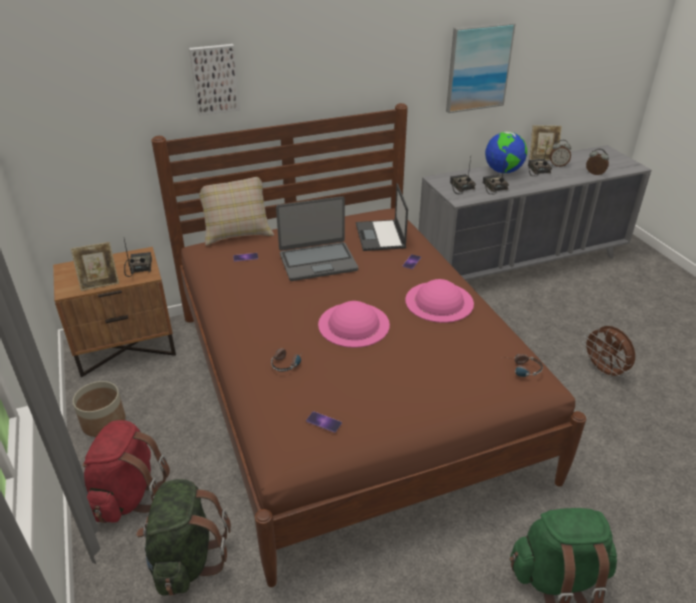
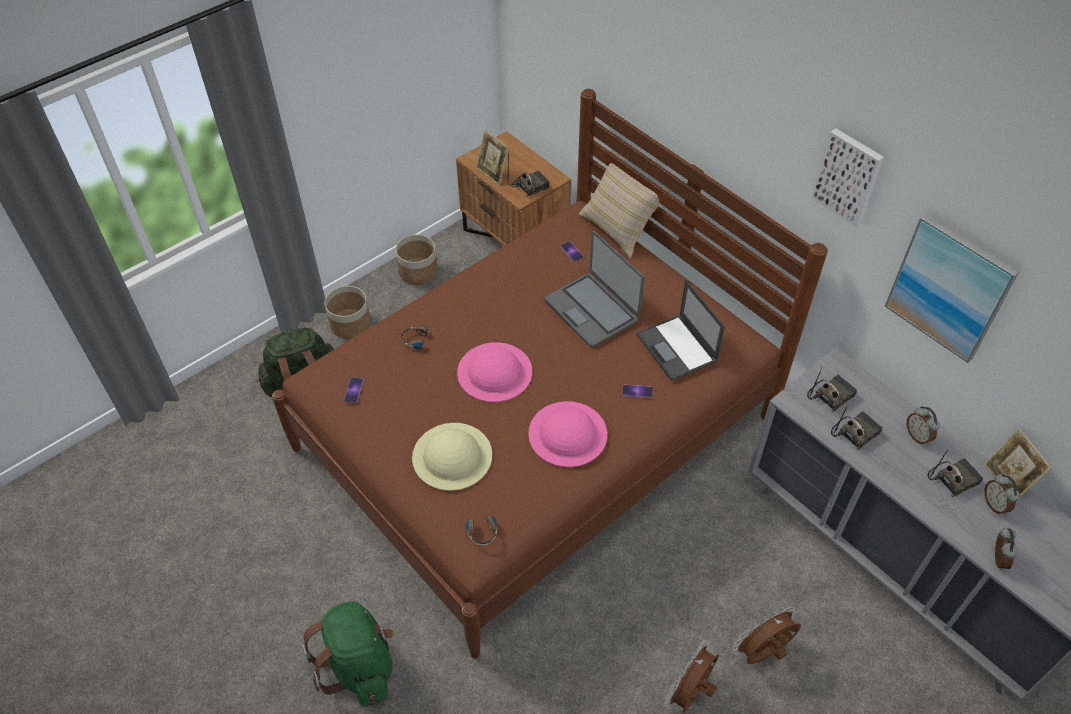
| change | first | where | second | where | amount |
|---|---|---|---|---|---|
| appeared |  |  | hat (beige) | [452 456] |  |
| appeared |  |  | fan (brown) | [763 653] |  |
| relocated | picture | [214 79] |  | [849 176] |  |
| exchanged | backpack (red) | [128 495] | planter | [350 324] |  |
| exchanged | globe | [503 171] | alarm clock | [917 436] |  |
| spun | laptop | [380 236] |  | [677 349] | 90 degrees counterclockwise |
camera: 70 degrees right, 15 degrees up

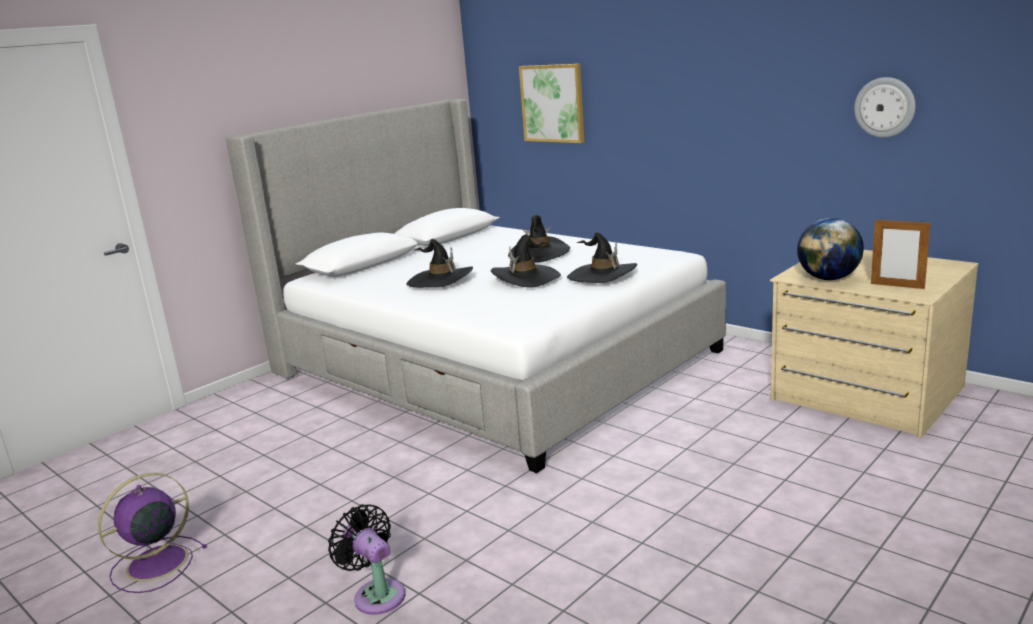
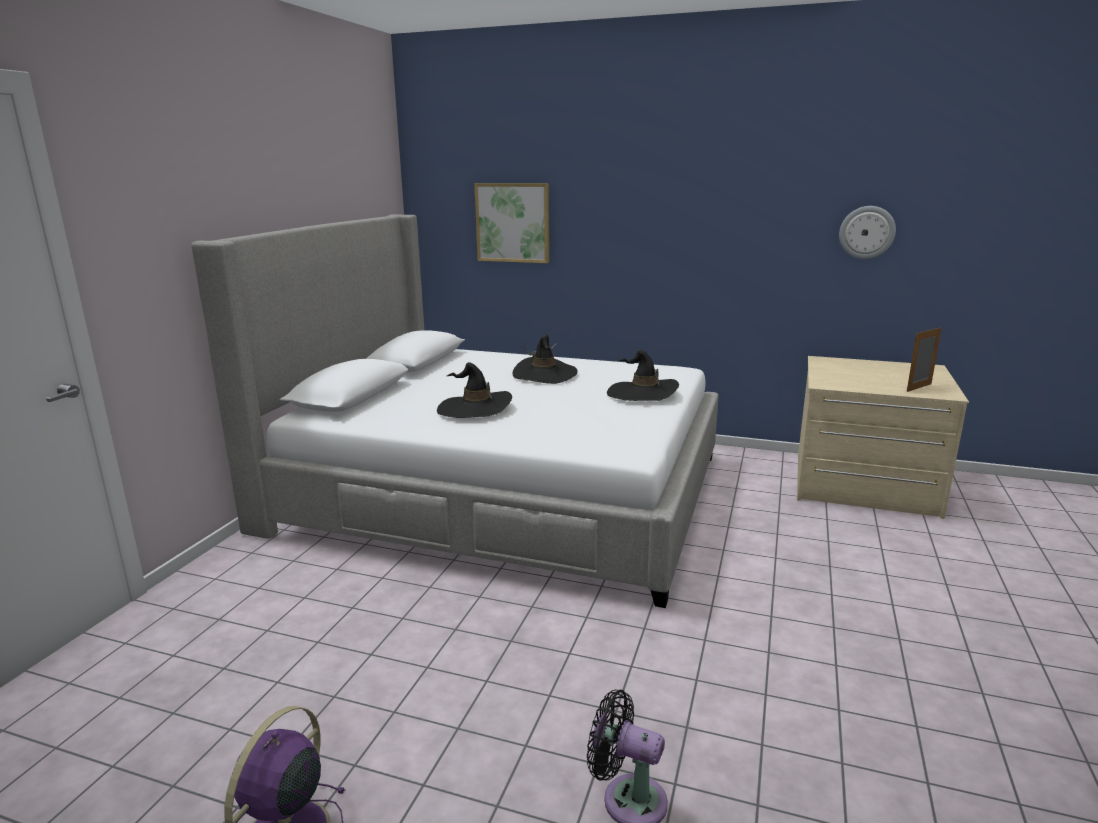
| change | first | where | second | where | amount |
|---|---|---|---|---|---|
| missing | hat (black) | [526 278] |  |  |  |
| missing | globe | [828 278] |  |  |  |
| spun | picture frame | [897 286] |  | [919 387] | 135 degrees clockwise |
camera: 25 degrees left, 0 degrees up

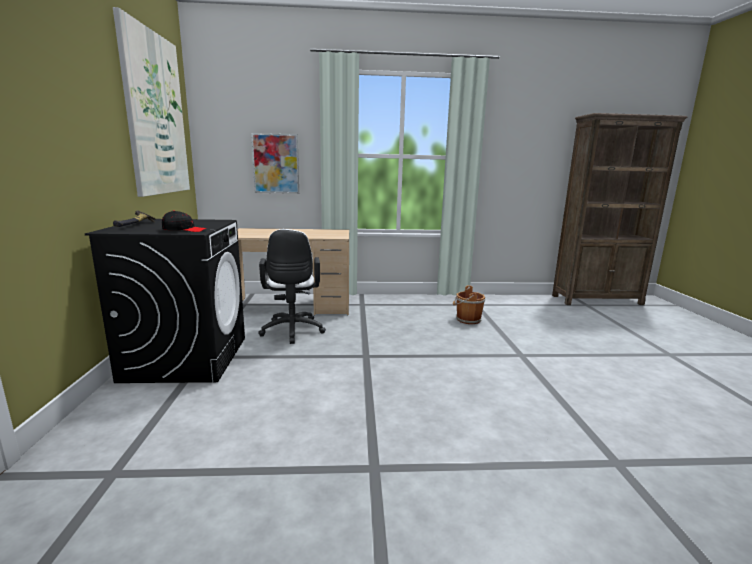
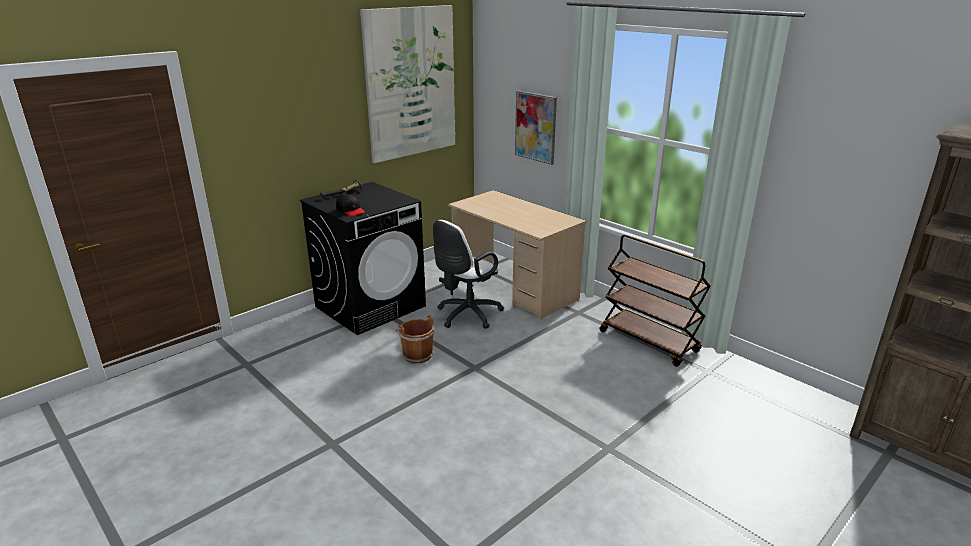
| change | first | where | second | where | amount |
|---|---|---|---|---|---|
| appeared |  |  | cart (brown) | [649 342] |  |
| relocated | bucket (brown) | [467 320] |  | [416 354] |  |
camera: 50 degrees right, 10 degrees up

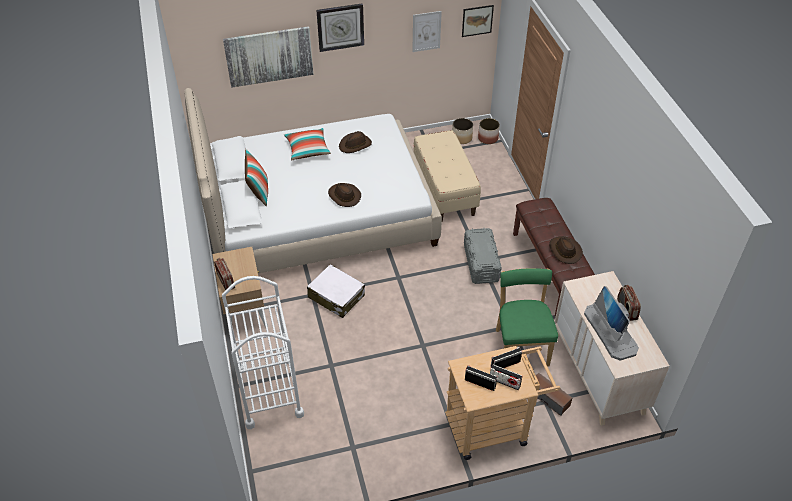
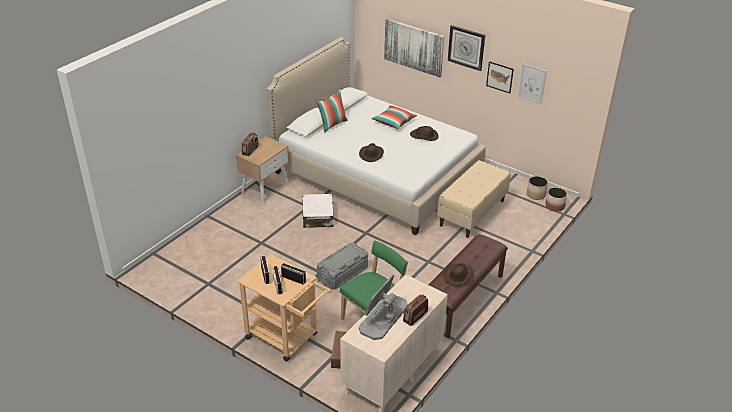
| change | first | where | second | where | amount |
|---|---|---|---|---|---|
| missing | cart (white) | [269 392] |  |  |  |
| relocated | picture | [477 20] |  | [500 77] |  |
| relocated | storage box (grey) | [481 263] |  | [342 273] |  |
camera: 50 degrees right, 10 degrees down

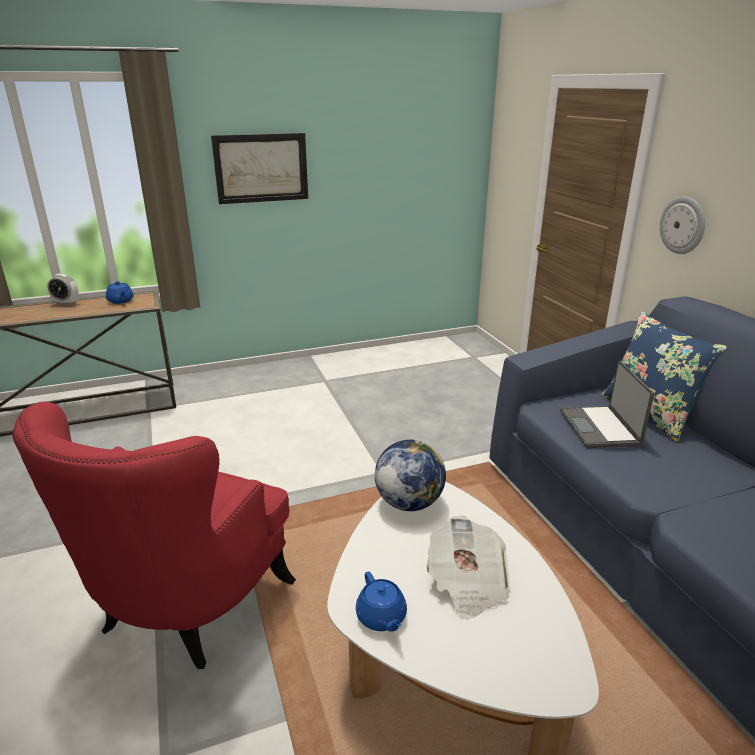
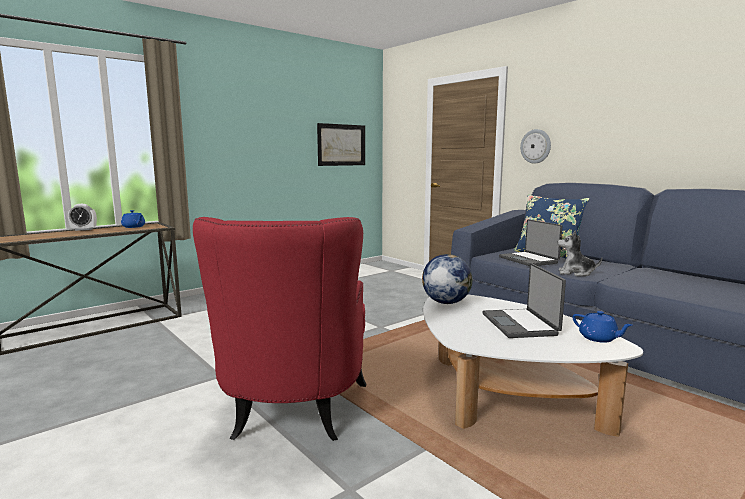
| change | first | where | second | where | amount |
|---|---|---|---|---|---|
| appeared |  |  | plush toy | [575 273] |  |
| relocated | picture | [261 168] |  | [341 145] |  |
| relocated | teapot (blue) | [381 617] |  | [599 338] |  |
| exchanged | newspaper | [466 584] | laptop | [521 324] |  |
camera: 20 degrees left, 15 degrees down

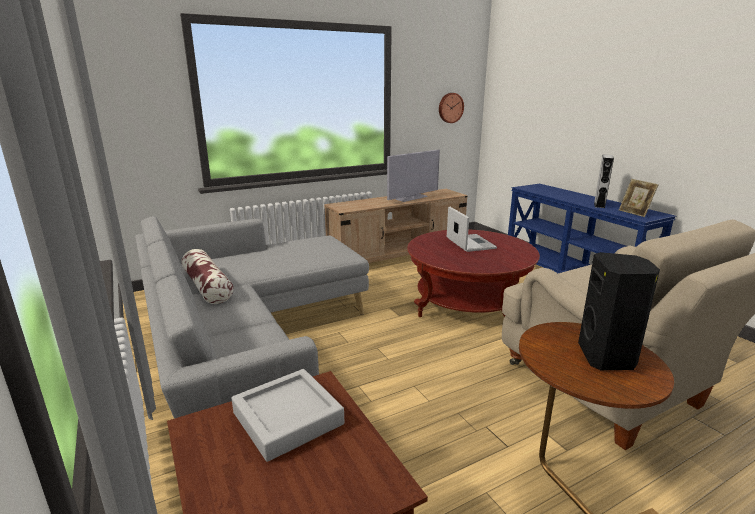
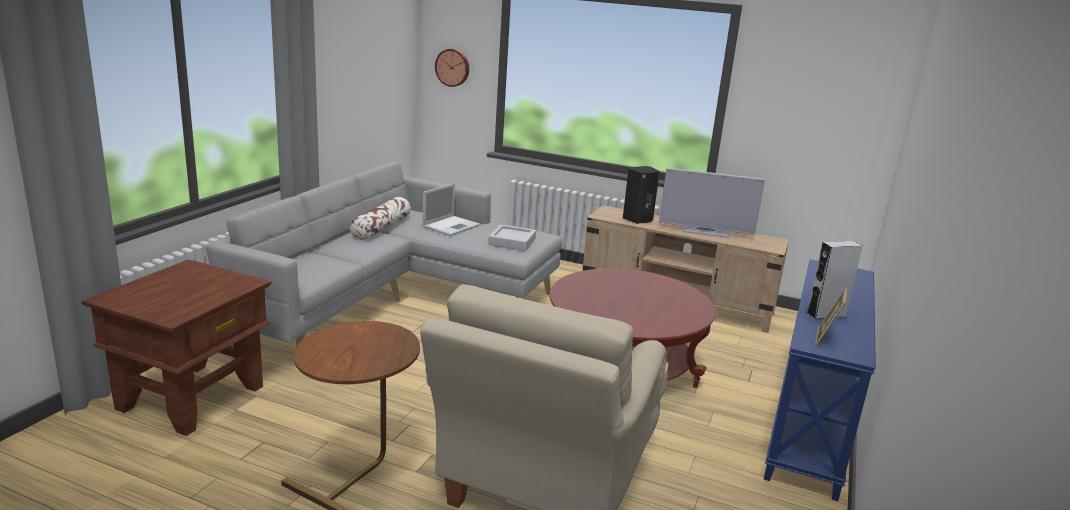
| change | first | where | second | where | amount |
|---|---|---|---|---|---|
| relocated | tray (grey) | [288 418] |  | [512 241] |  |
| relocated | wall clock | [450 108] |  | [453 67] |  |
| relocated | laptop | [470 243] |  | [451 226] |  |
| relocated | speaker (black) | [607 357] |  | [638 220] |  |
camera: 50 degrees right, 0 degrees up

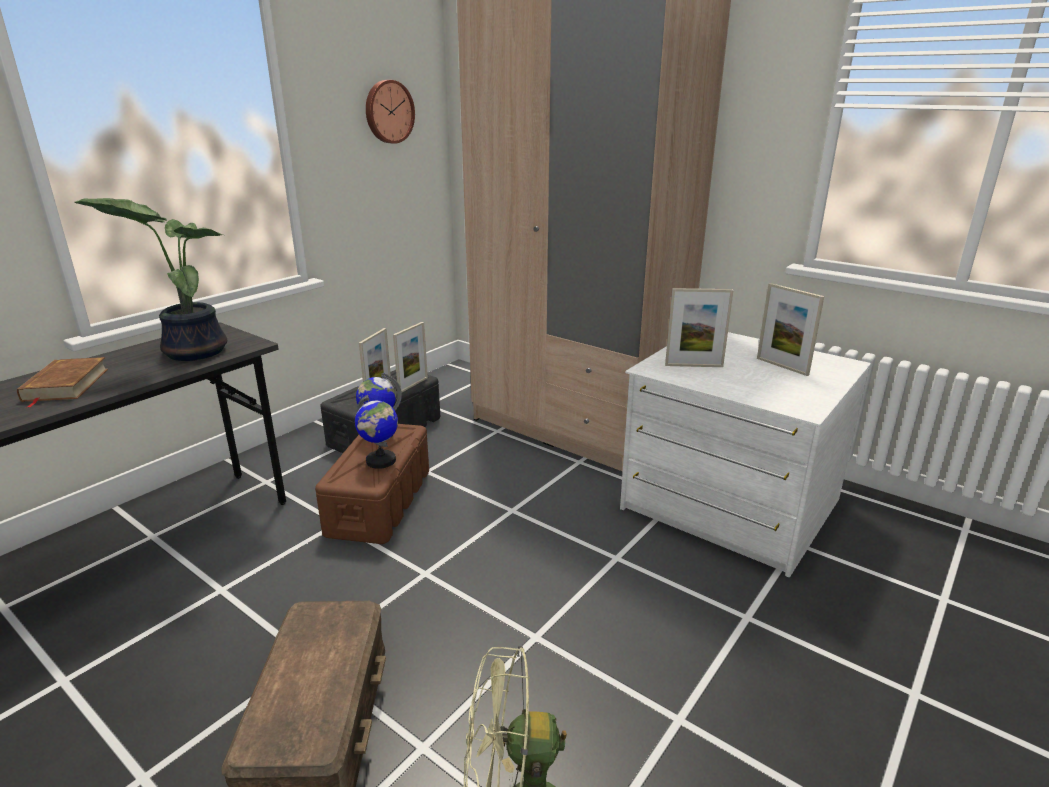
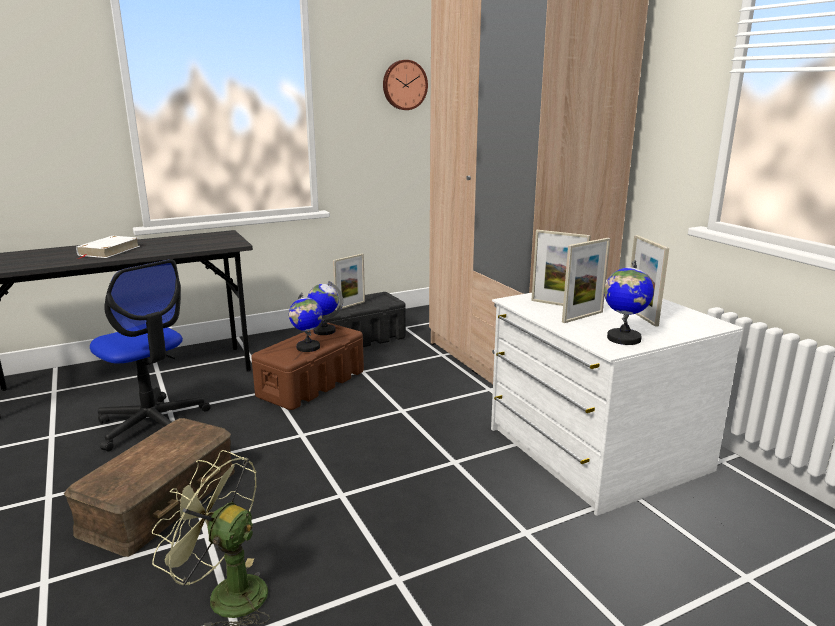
| change | first | where | second | where | amount |
|---|---|---|---|---|---|
| missing | potted plant | [192 351] |  |  |  |
| appeared |  |  | office chair | [152 424] |  |
| appeared |  |  | globe | [623 338] |  |
| relocated | picture frame | [413 385] |  | [582 317] |  |
| colour | book (brown) | [65 385] | book (white) | [109 251] |  |
camera: 25 degrees right, 5 degrees down

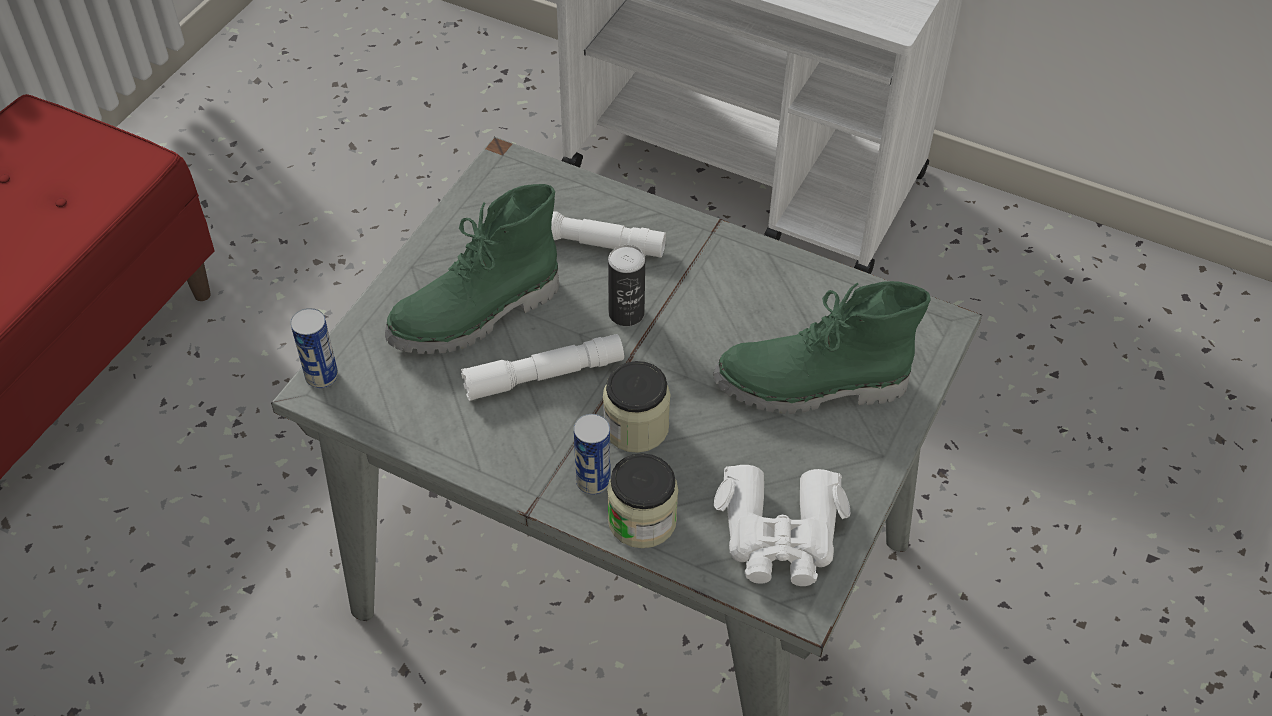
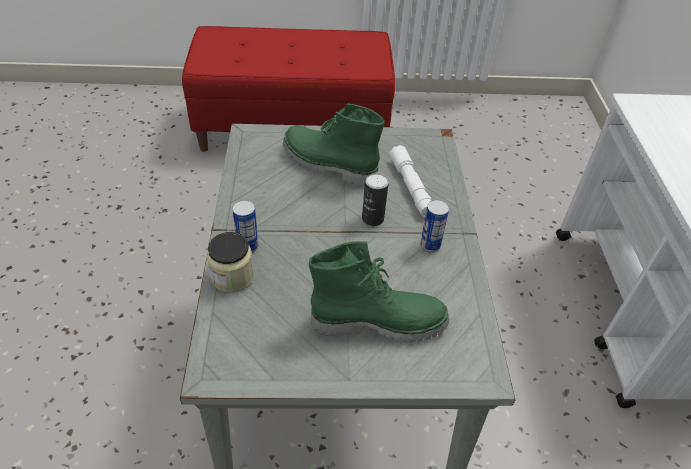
| change | first | where | second | where | amount |
|---|---|---|---|---|---|
| missing | flashlight (white) | [544 375] |  |  |  |
| missing | jar | [636 427] |  |  |  |
| missing | binoculars (white) | [780 535] |  |  |  |
| relocated | can | [321 376] |  | [430 245] |  |
| spun | boot (green) | [811 388] |  | [378 321] | 120 degrees clockwise |
camera: 60 degrees right, 5 degrees down

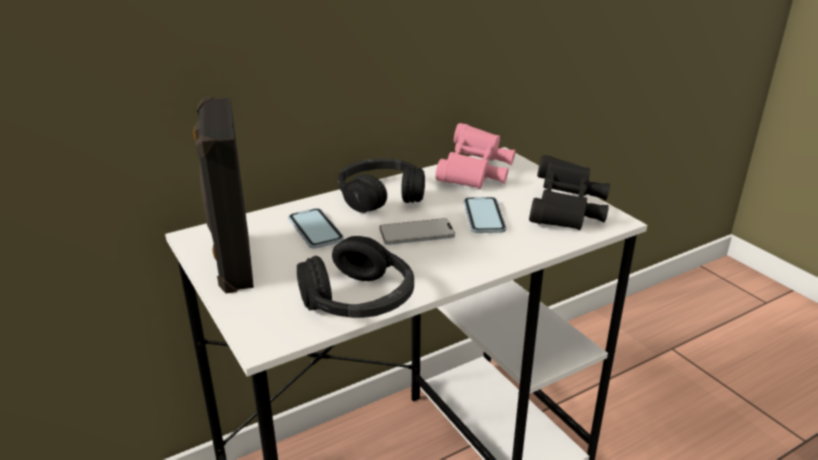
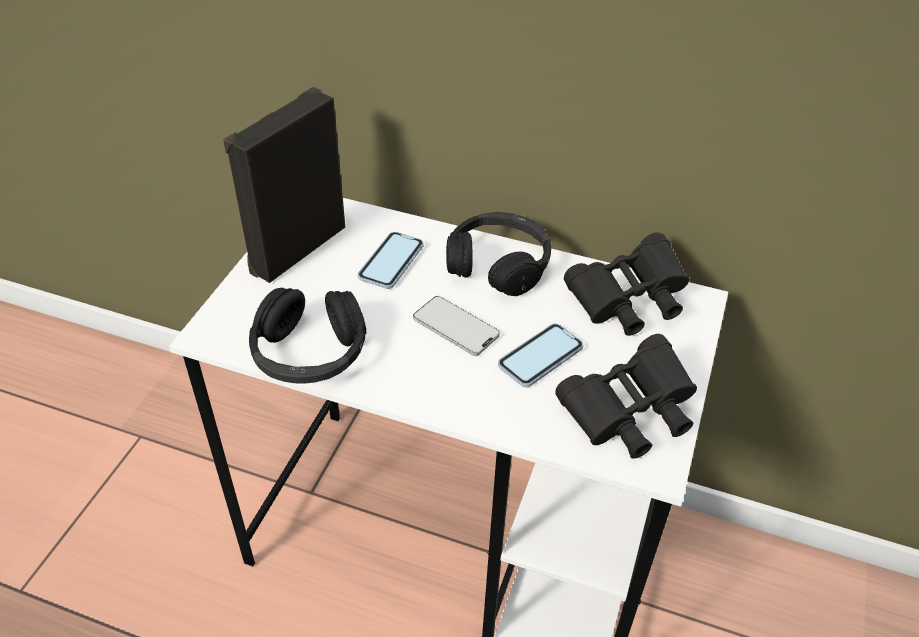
| change | first | where | second | where | amount |
|---|---|---|---|---|---|
| colour | binoculars (pink) | [475 174] | binoculars (black) | [627 303] |  |
camera: 50 degrees right, 15 degrees up

